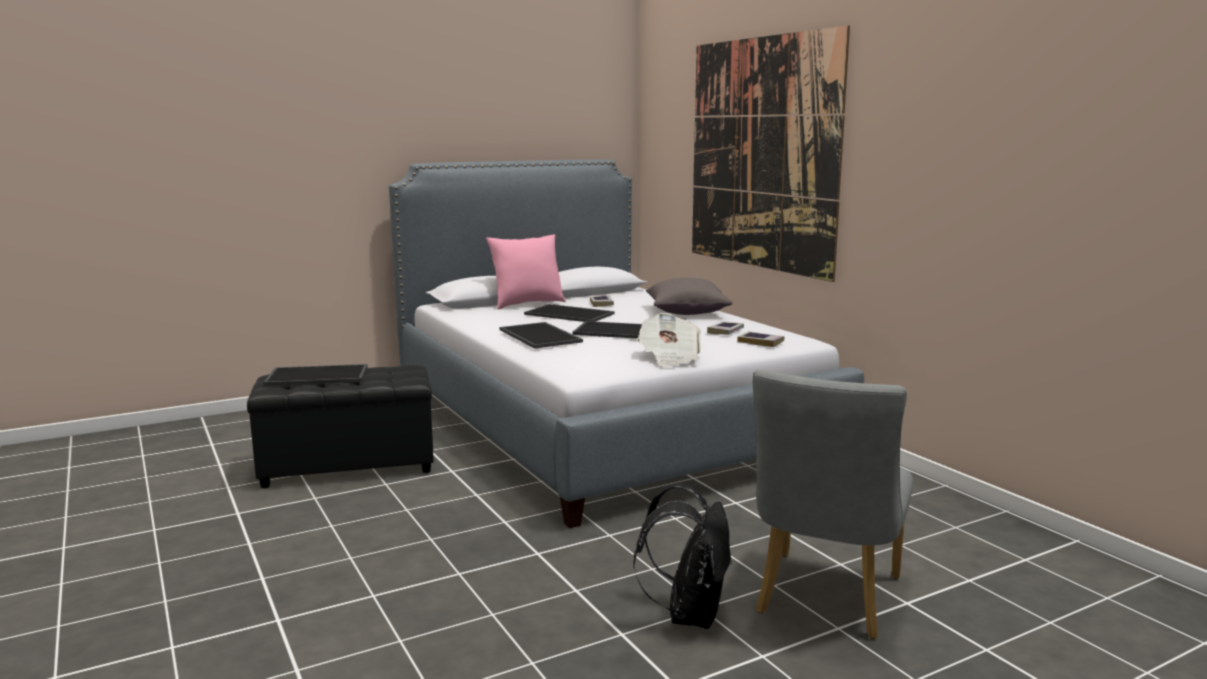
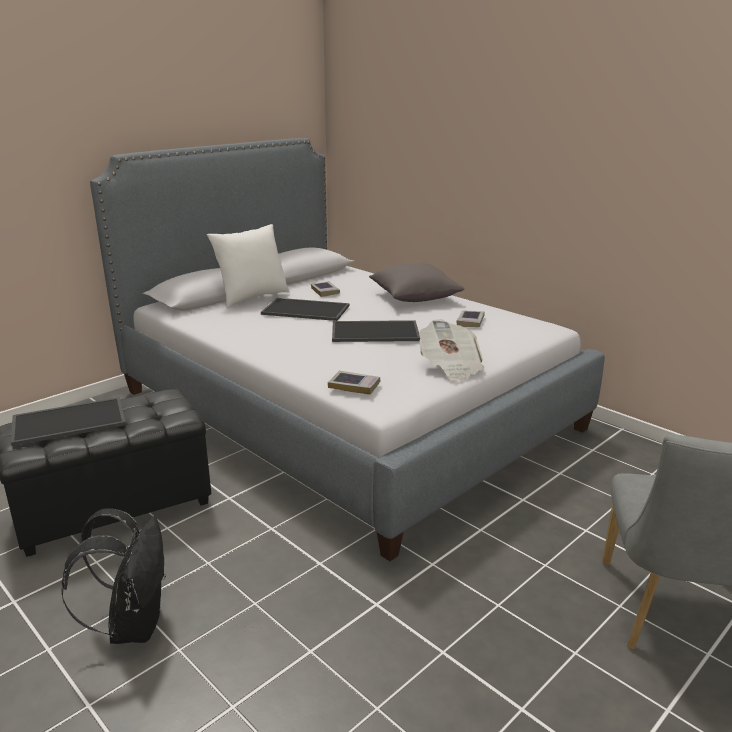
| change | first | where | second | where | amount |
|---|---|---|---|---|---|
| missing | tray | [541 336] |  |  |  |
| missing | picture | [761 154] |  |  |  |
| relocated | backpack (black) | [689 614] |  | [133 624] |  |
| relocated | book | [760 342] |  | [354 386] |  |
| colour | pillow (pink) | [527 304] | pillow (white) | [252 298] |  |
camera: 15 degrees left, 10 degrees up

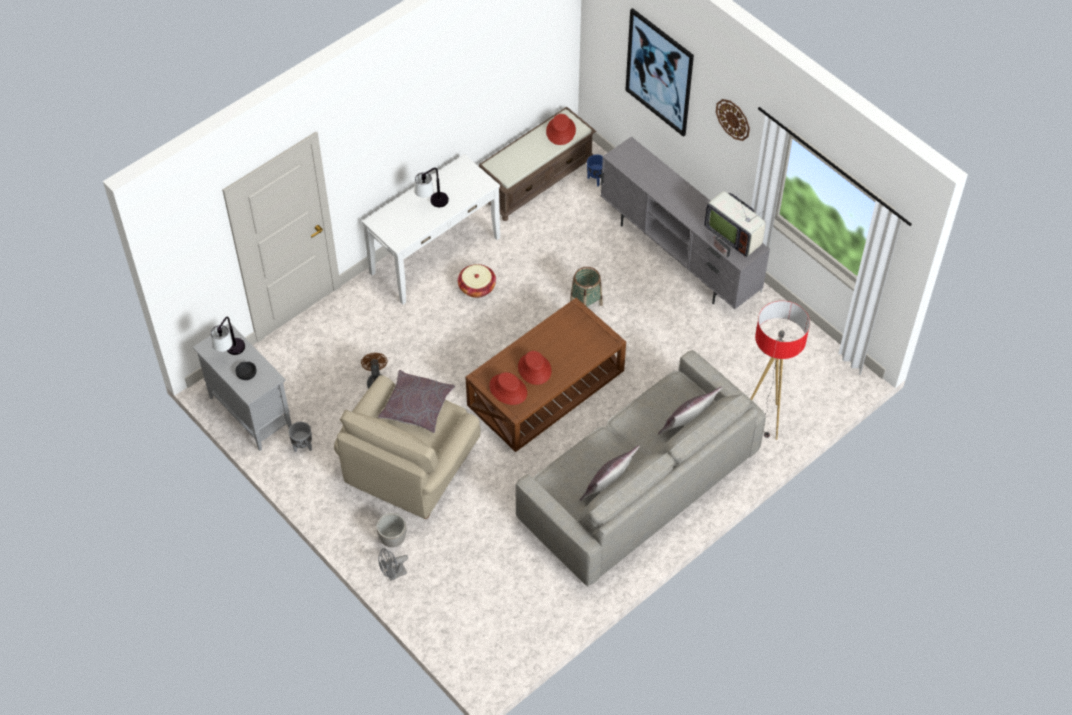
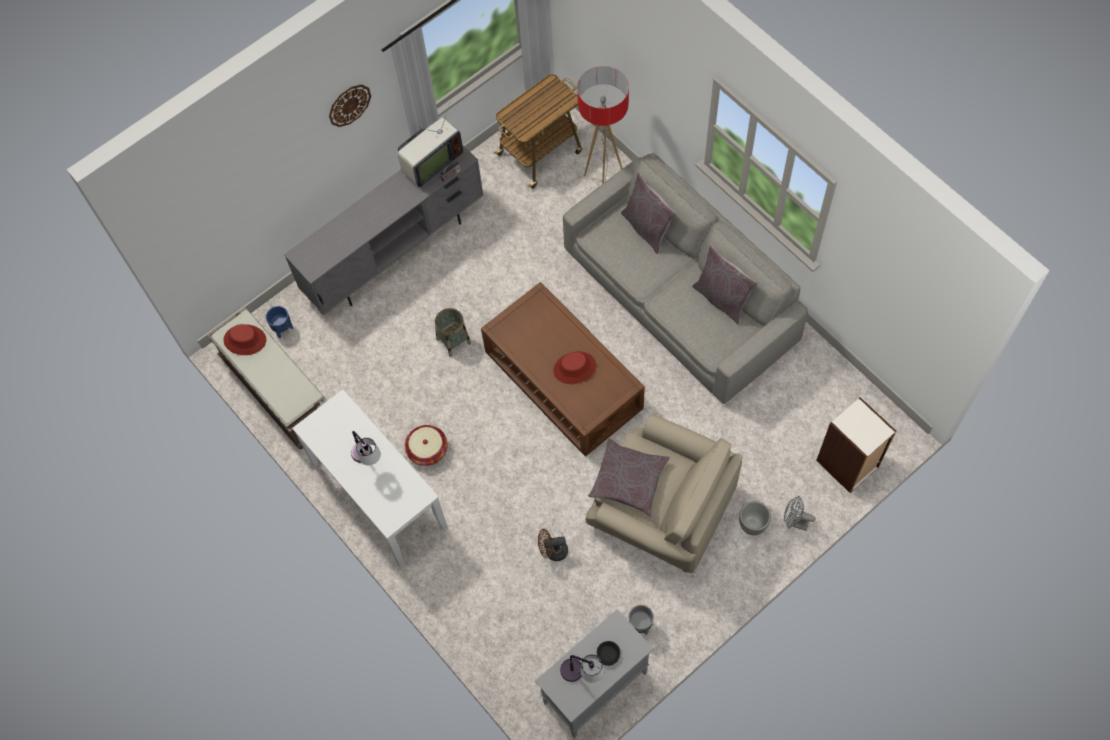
| change | first | where | second | where | amount |
|---|---|---|---|---|---|
| missing | hat (red) | [508 389] |  |  |  |
| missing | picture | [659 72] |  |  |  |
| appeared |  |  | cart | [540 152] |  |
| appeared |  |  | bookcase | [847 464] |  |
| spun | fan (grey) | [393 574] |  | [794 522] | 135 degrees clockwise |
camera: 85 degrees left, 10 degrees up

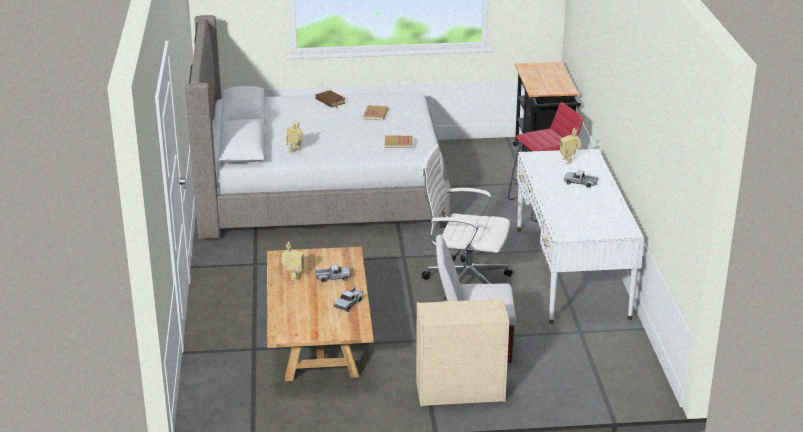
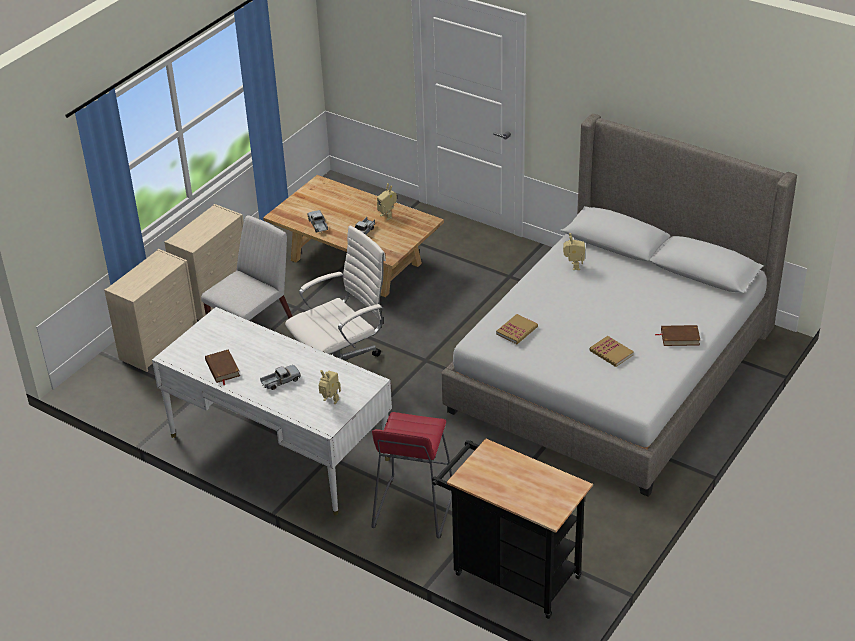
| change | first | where | second | where | amount |
|---|---|---|---|---|---|
| appeared |  |  | dresser (beige) | [159 343] |  |
| appeared |  |  | book (brown) | [222 368] |  |
camera: 130 degrees right, 10 degrees up

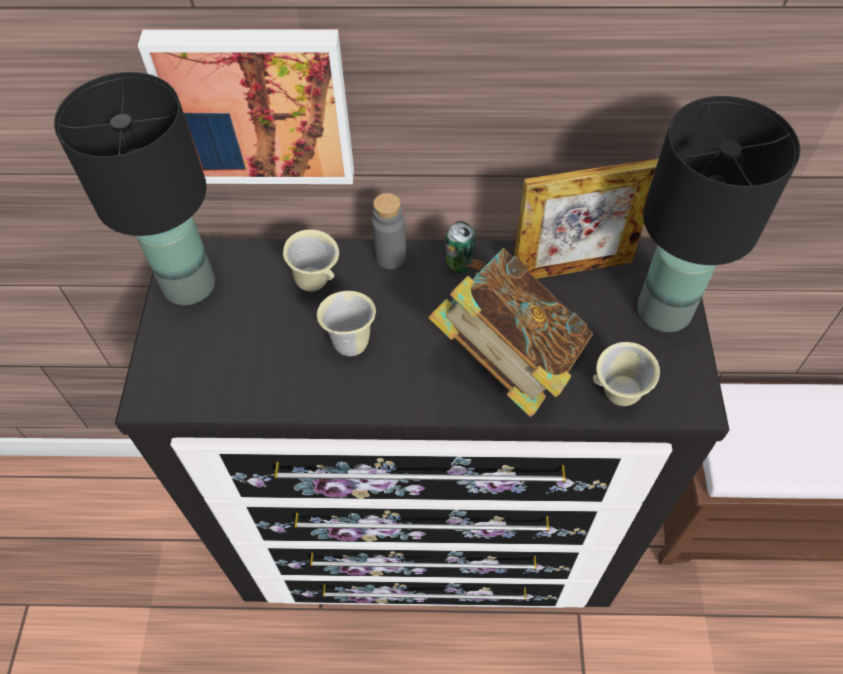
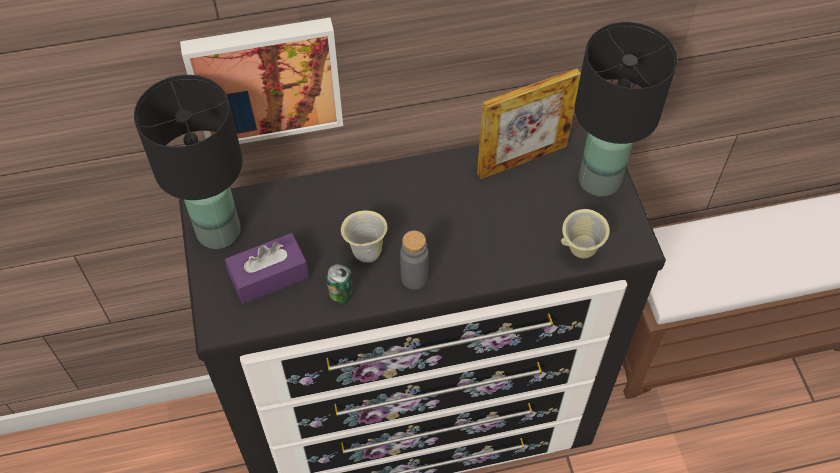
| change | first | where | second | where | amount |
|---|---|---|---|---|---|
| missing | mug (beige) | [317 282] |  |  |  |
| missing | book | [509 357] |  |  |  |
| appeared |  |  | tissue box (purple) | [269 276] |  |
| relocated | bottle (grey) | [390 257] |  | [414 278] |  |
| relocated | can | [459 264] |  | [341 295] |  |
camera: 15 degrees left, 0 degrees up

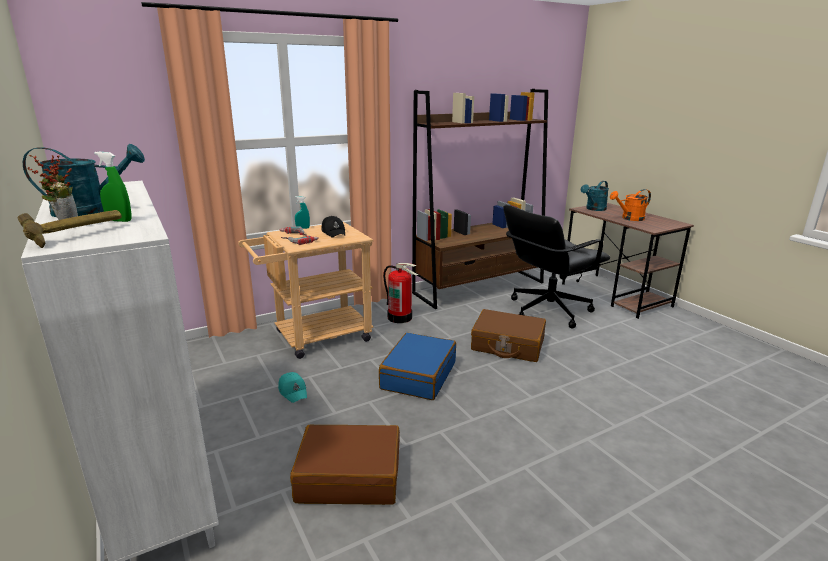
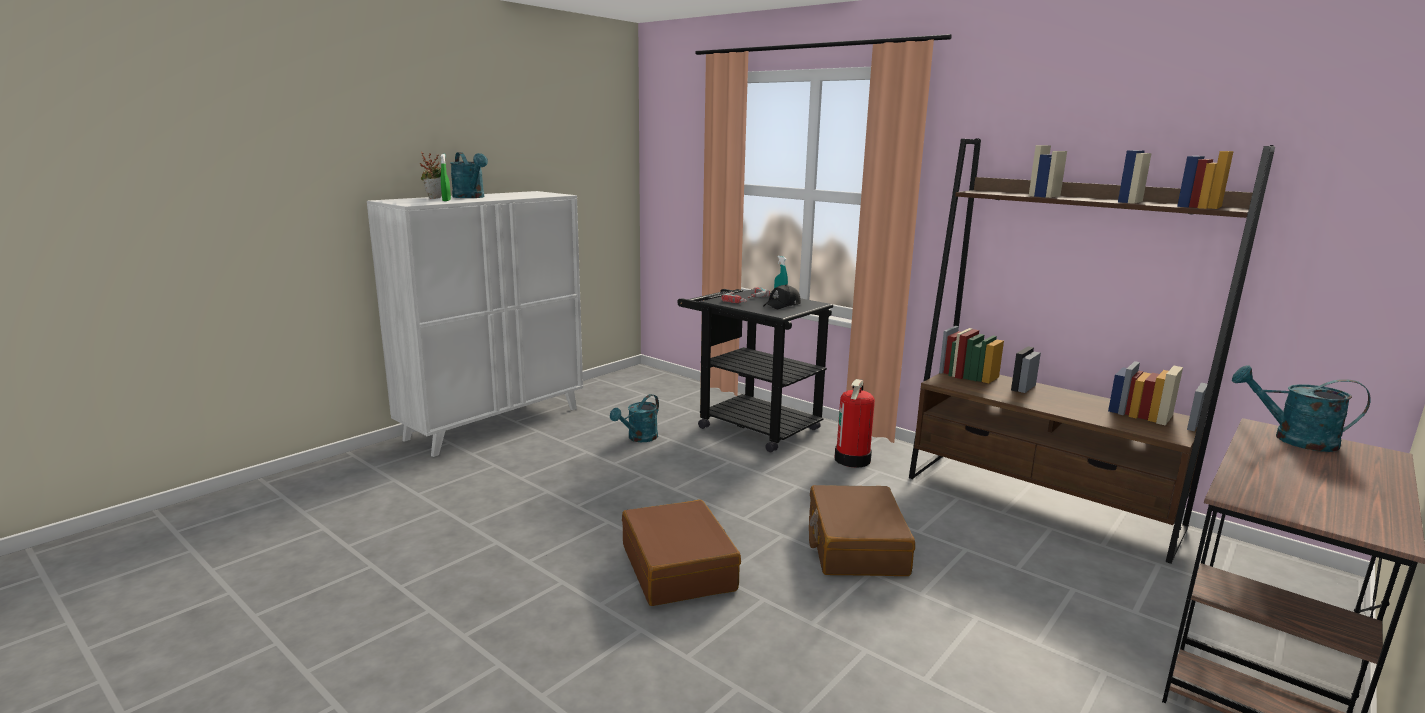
| change | first | where | second | where | amount |
|---|---|---|---|---|---|
| missing | hammer | [78 236] |  |  |  |
| missing | suitcase (blue) | [418 375] |  |  |  |
| missing | office chair (black) | [548 310] |  |  |  |
| missing | watering can (orange) | [629 218] |  |  |  |
| relocated | suitcase (brown) | [349 476] |  | [679 567] |  |
| exchanged | cap (turquoise) | [293 391] | watering can (turquoise) | [639 438] |  |
| colour | cart (beige) | [314 338] | cart (black) | [750 425] |  |
camera: 70 degrees right, 5 degrees down

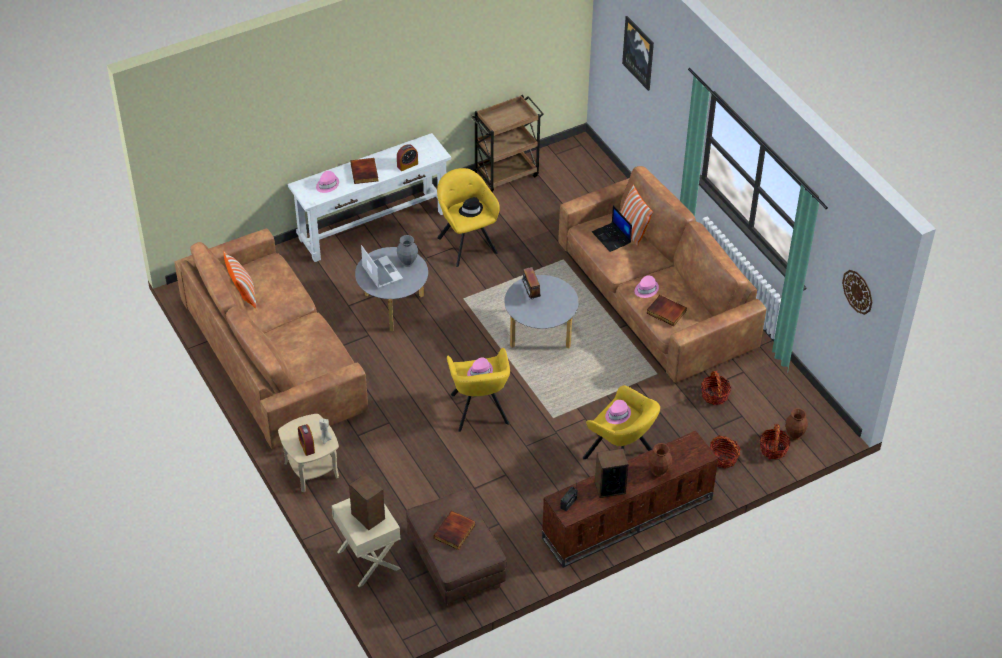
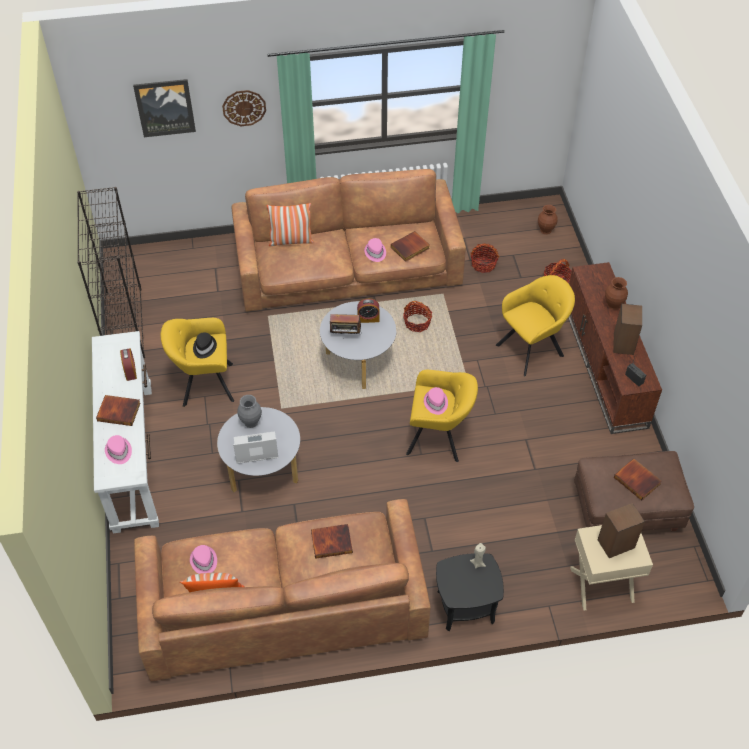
| change | first | where | second | where | amount |
|---|---|---|---|---|---|
| missing | laptop | [612 237] |  |  |  |
| appeared |  |  | book | [332 541] |  |
| relocated | alarm clock | [307 446] |  | [368 319] |  |
| relocated | hat (pink) | [617 414] |  | [203 561] |  |
| relocated | basket | [773 449] |  | [417 323] |  |
| relocated | wall clock | [858 291] |  | [244 107] |  |
| exchanged | cart (brown) | [506 174] | bookcase (black) | [124 324] |  |
| colour | side table (beige) | [311 470] | side table (black) | [465 607] |  |
camera: 70 degrees left, 5 degrees up

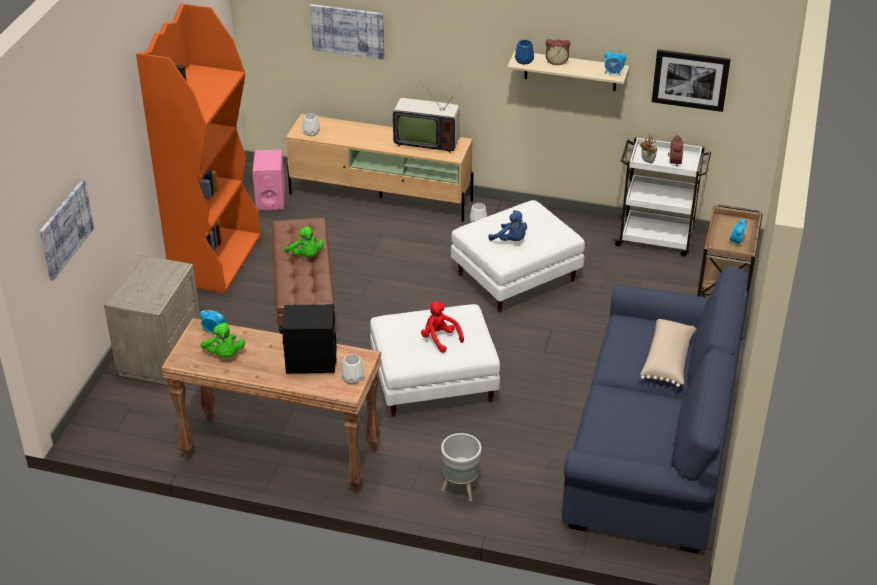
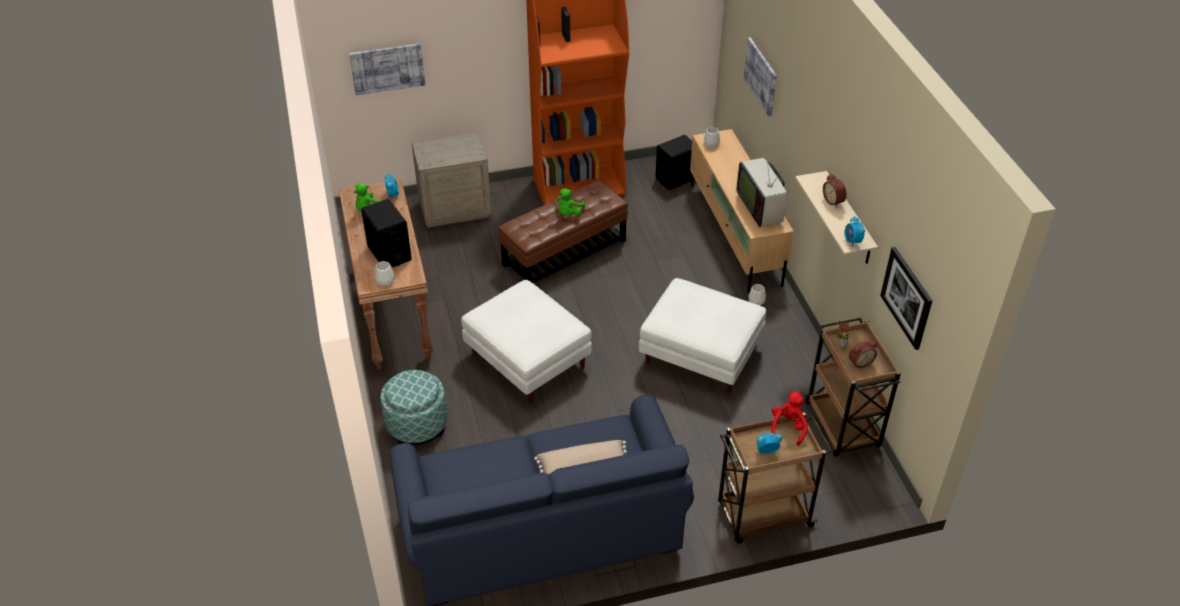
| change | first | where | second | where | amount |
|---|---|---|---|---|---|
| missing | plush toy (blue) | [510 240] |  |  |  |
| missing | vase (blue) | [523 61] |  |  |  |
| relocated | plush toy (red) | [440 339] |  | [788 427] |  |
| exchanged | planter (grey) | [460 489] | ottoman | [417 424] |  |
| colour | speaker (pink) | [270 198] | speaker (black) | [676 179] |  |
| colour | cart (white) | [656 238] | cart (brown) | [843 426] |  |
camera: 60 degrees right, 5 degrees up

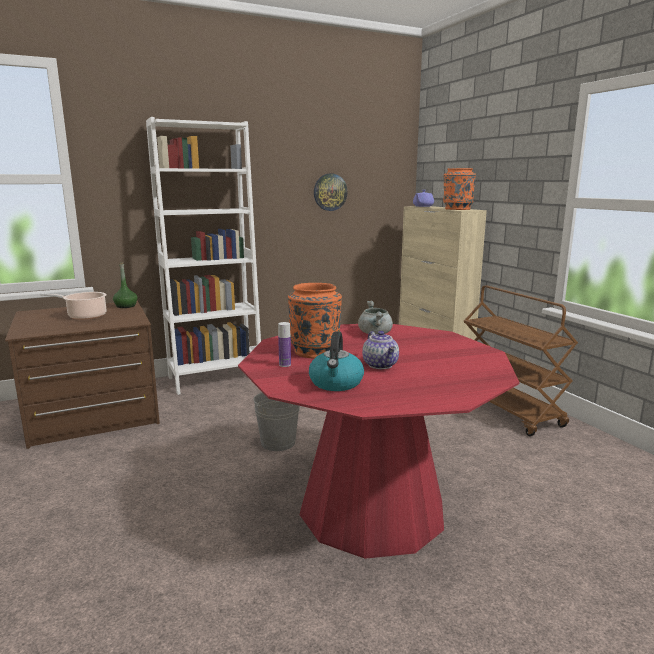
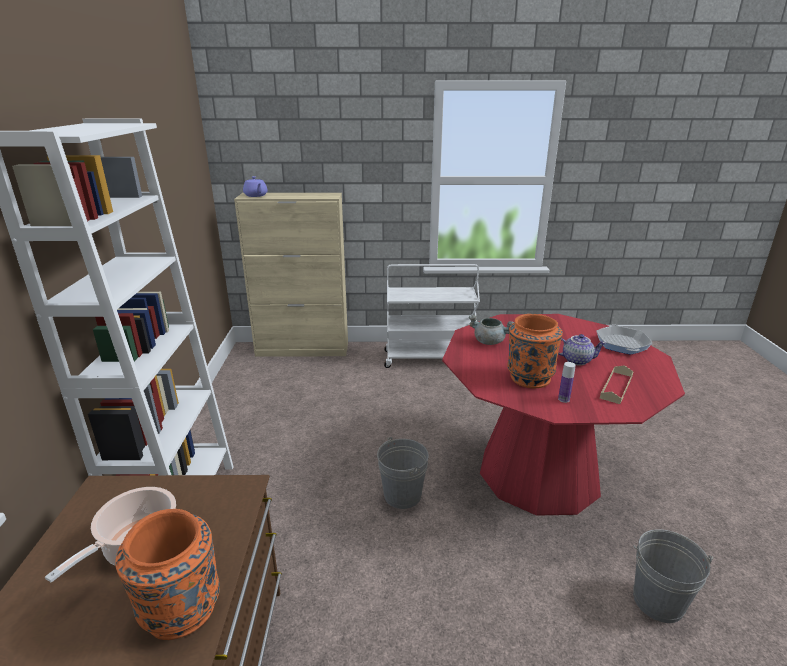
| change | first | where | second | where | amount |
|---|---|---|---|---|---|
| missing | bottle (green) | [126 306] |  |  |  |
| missing | wall clock | [330 192] |  |  |  |
| appeared |  |  | frying pan | [622 344] |  |
| appeared |  |  | bucket (grey) | [658 601] |  |
| relocated | vase (orange) | [457 209] |  | [182 610] |  |
| exchanged | kettle | [336 383] | tray (beige) | [616 387] |  |
| colour | cart (brown) | [509 411] | cart (white) | [429 358] |  |
camera: 65 degrees left, 10 degrees up

